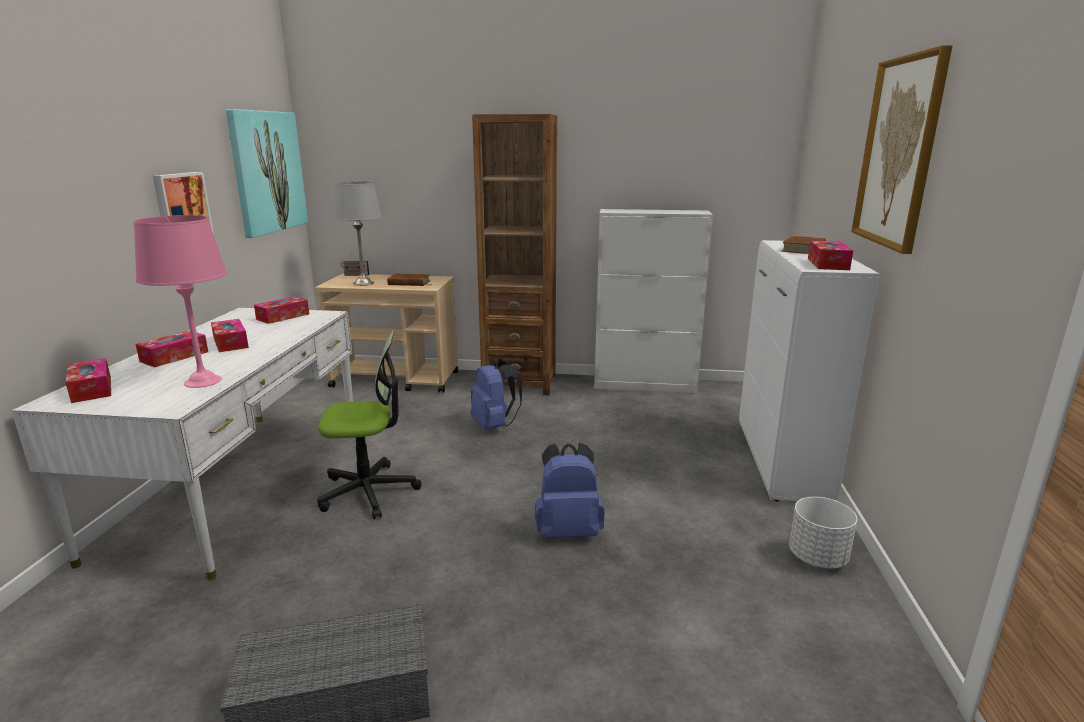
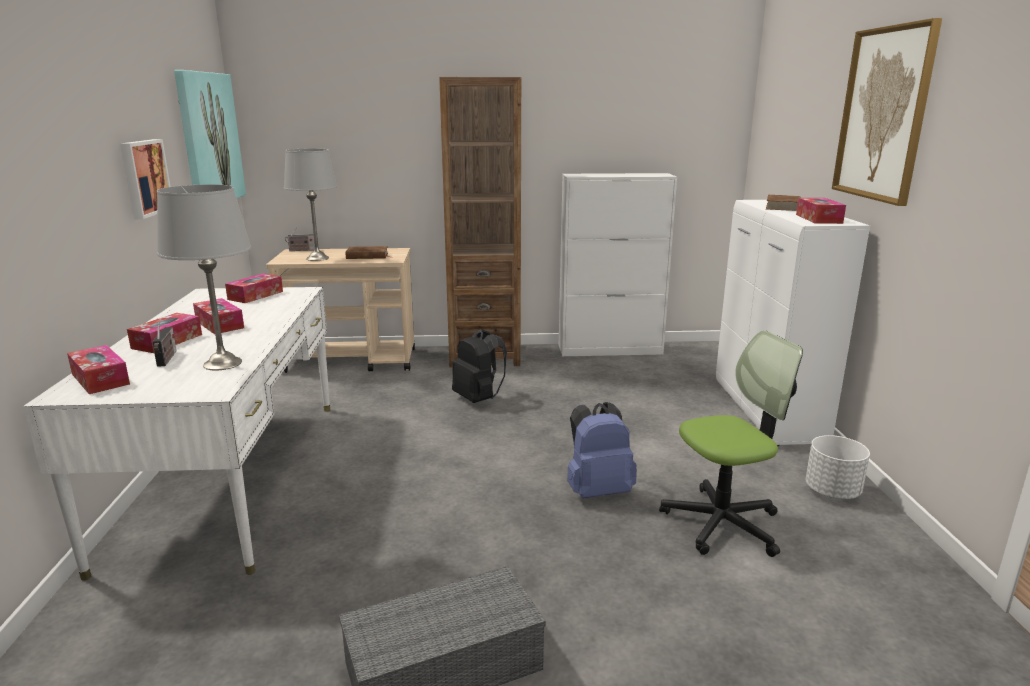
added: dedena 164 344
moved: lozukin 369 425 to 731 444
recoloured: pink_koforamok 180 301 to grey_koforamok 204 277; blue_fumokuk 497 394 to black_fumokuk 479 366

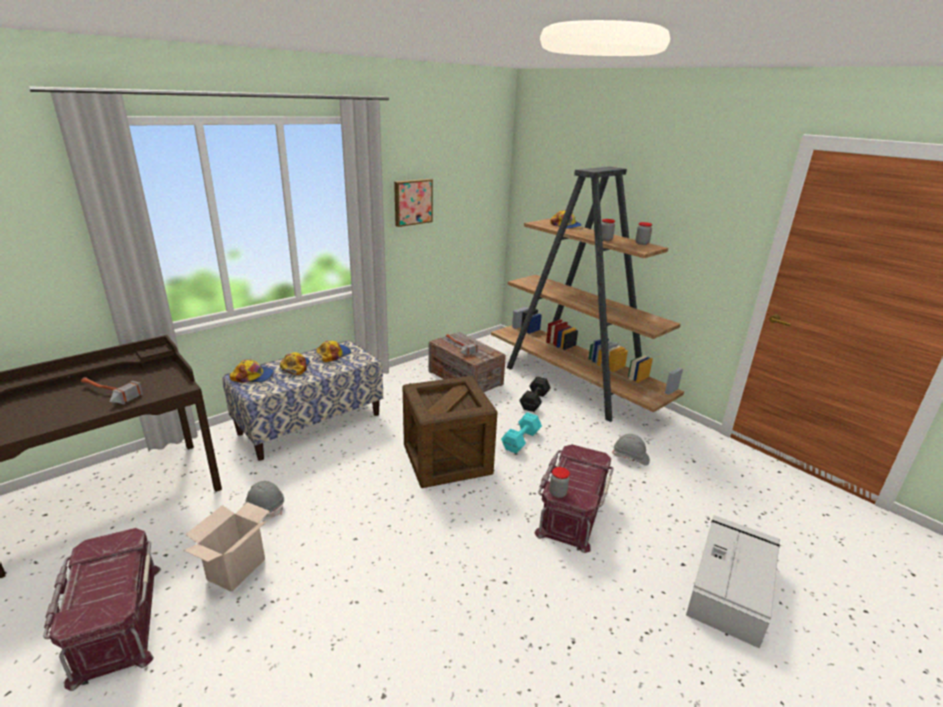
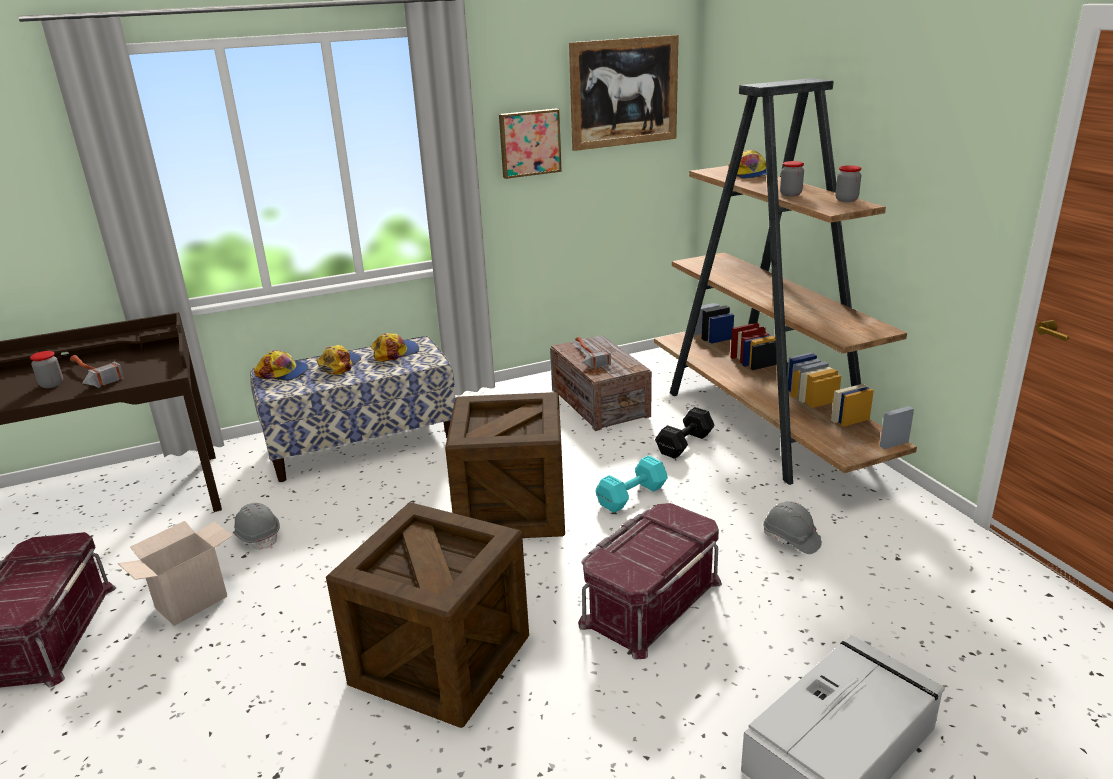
added: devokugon 624 93; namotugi 427 615
moved: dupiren 559 482 to 46 369

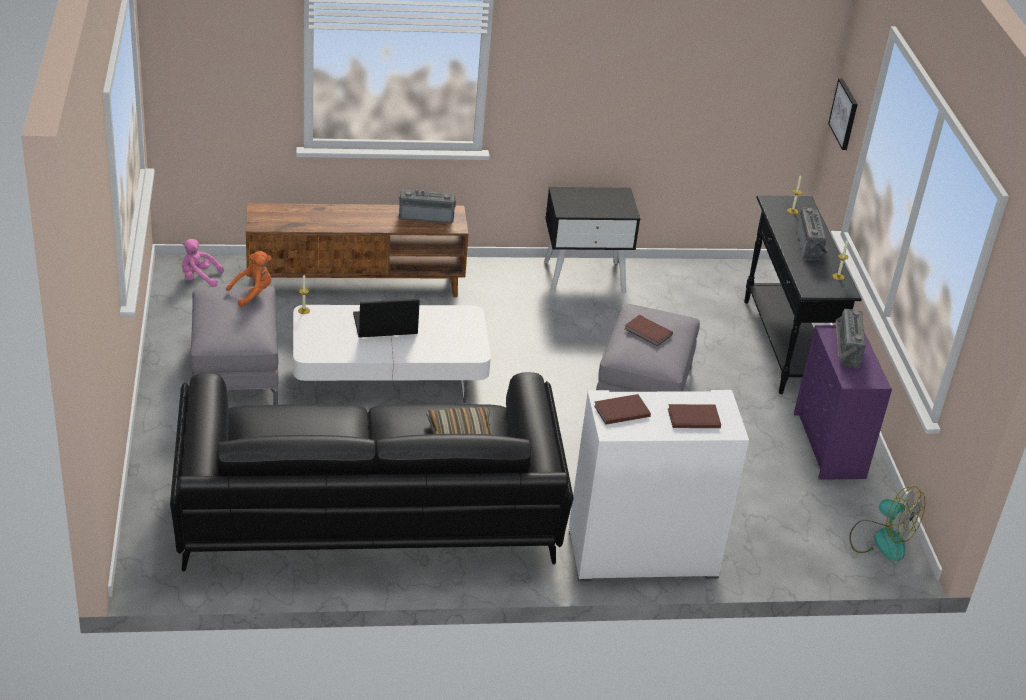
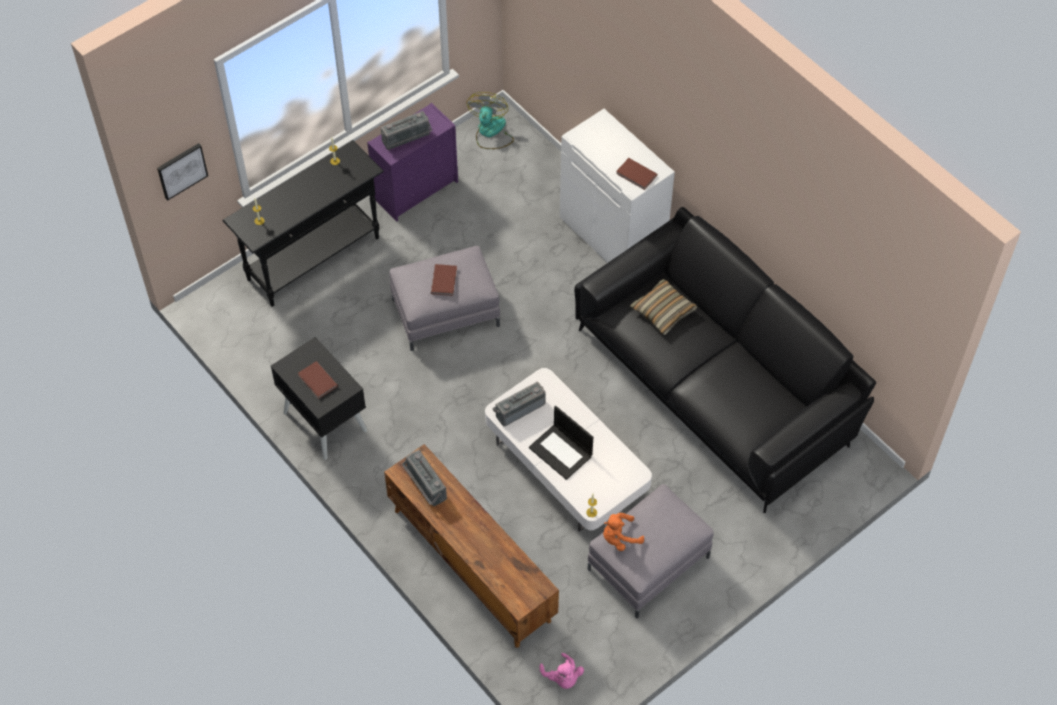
moved: dedena 812 234 to 519 404; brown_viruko 694 416 to 318 380
turned: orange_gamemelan 249 279 = 623 532 45 degrees counterclockwise

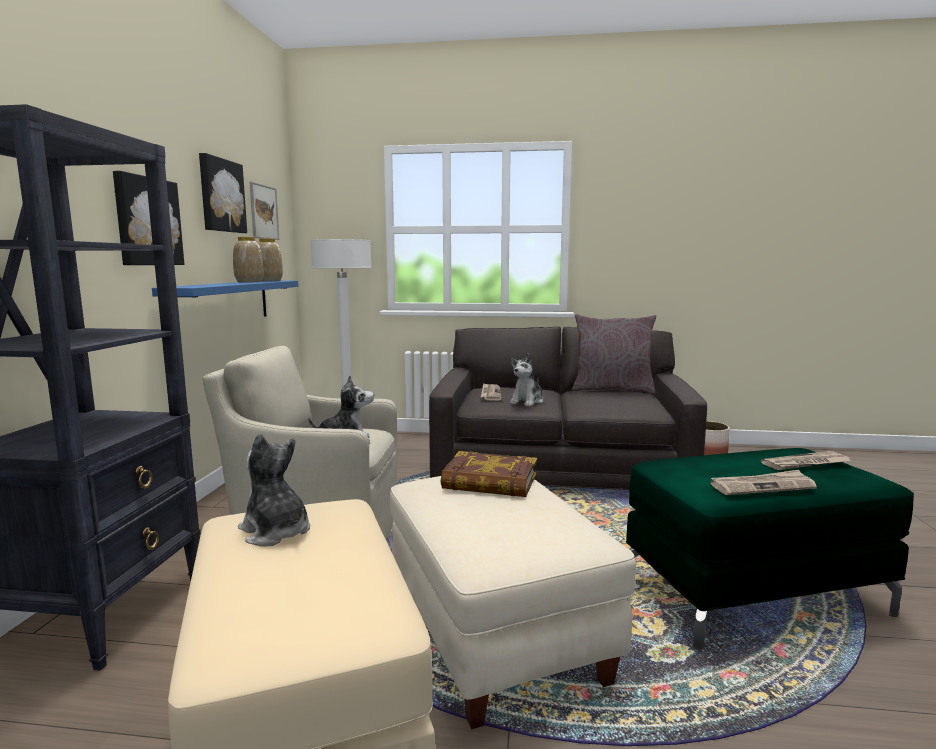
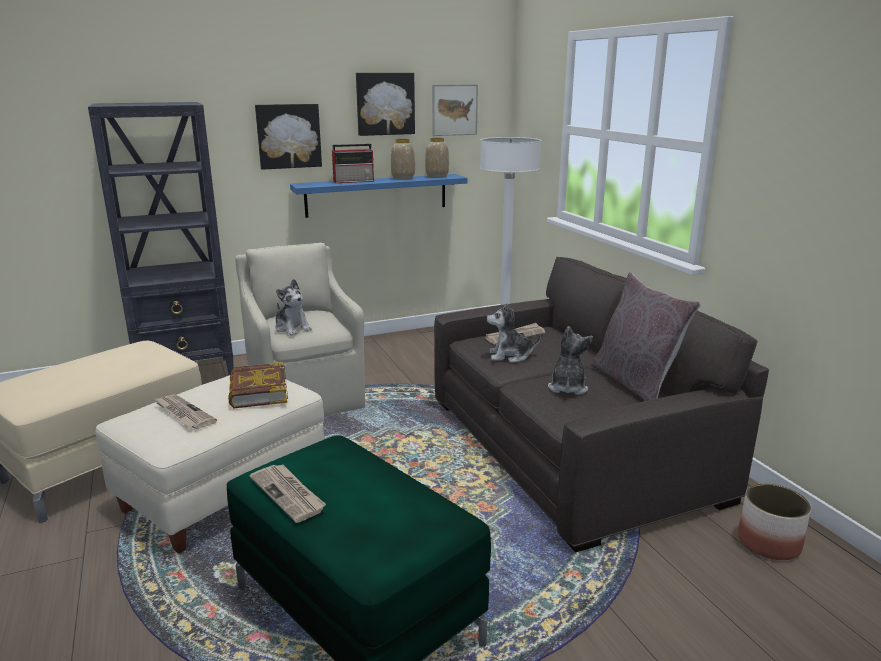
added: dedena 353 163
moved: gamemelan 274 489 to 570 360; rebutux 806 460 to 186 412

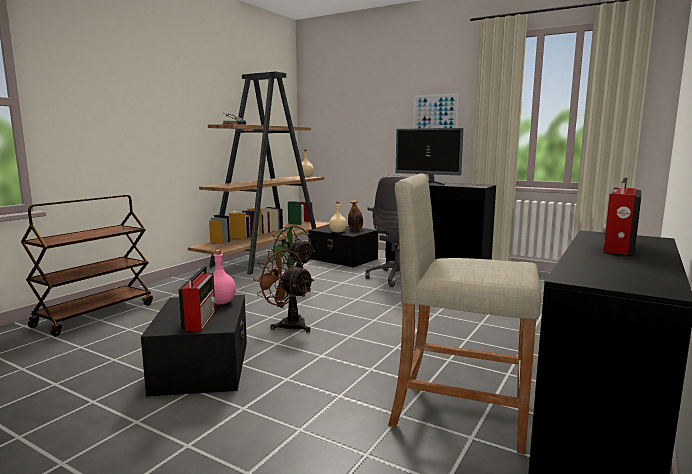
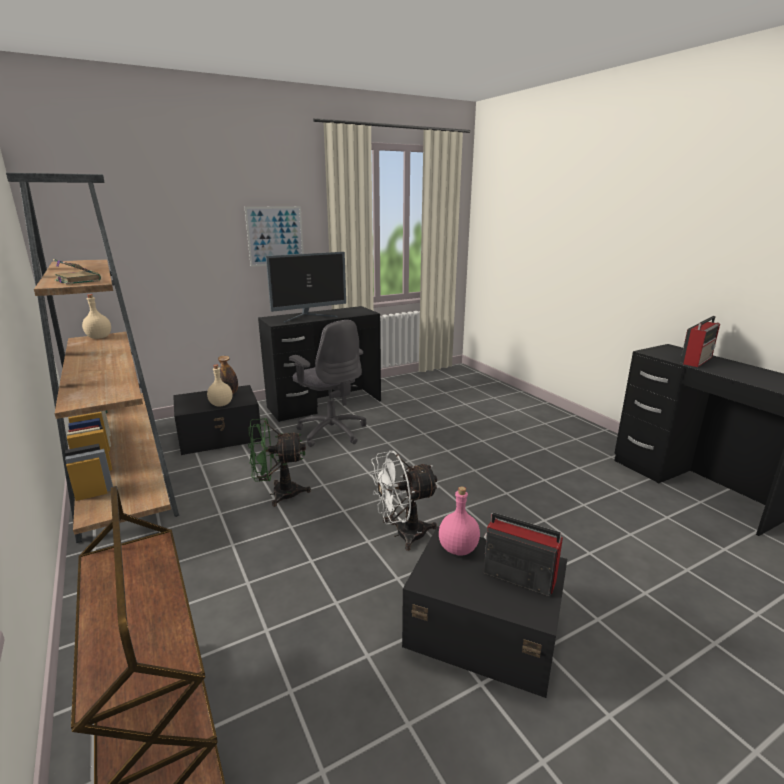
removed: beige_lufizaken 464 314
recoloured: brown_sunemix 283 290 to white_sunemix 404 501
turned: dedena 622 216 = 700 341 105 degrees counterclockwise

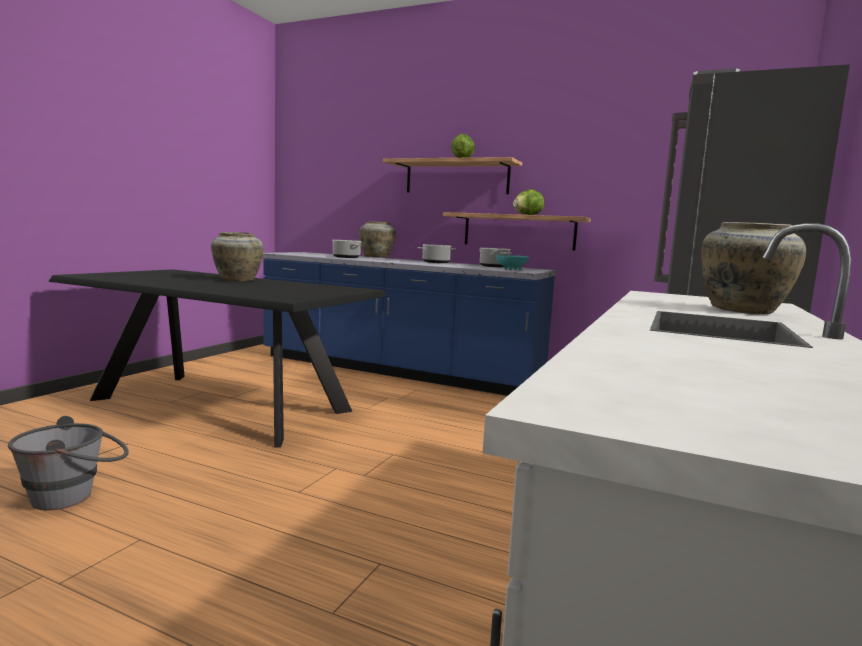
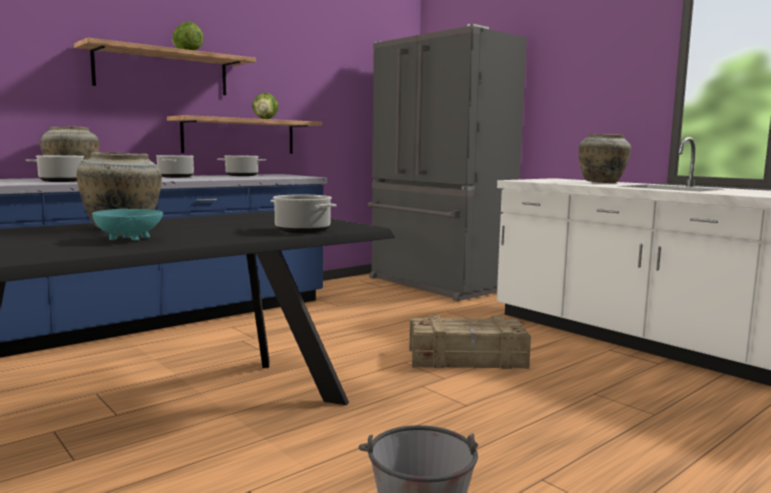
added: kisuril 303 214; namotugi 470 342
moved: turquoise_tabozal 512 262 to 127 225

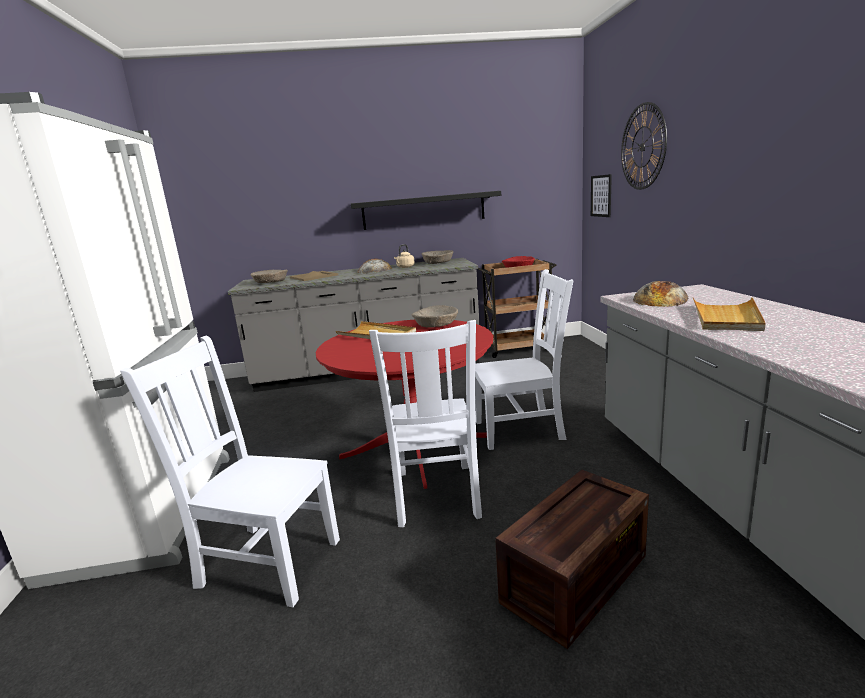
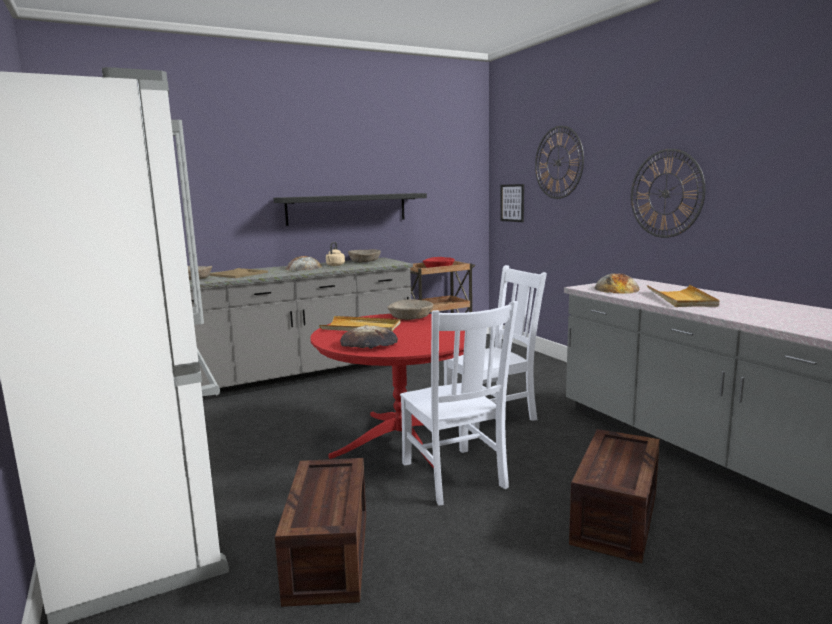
added: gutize 668 193; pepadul 369 337
replaced: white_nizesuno 230 471 to namotugi 320 532

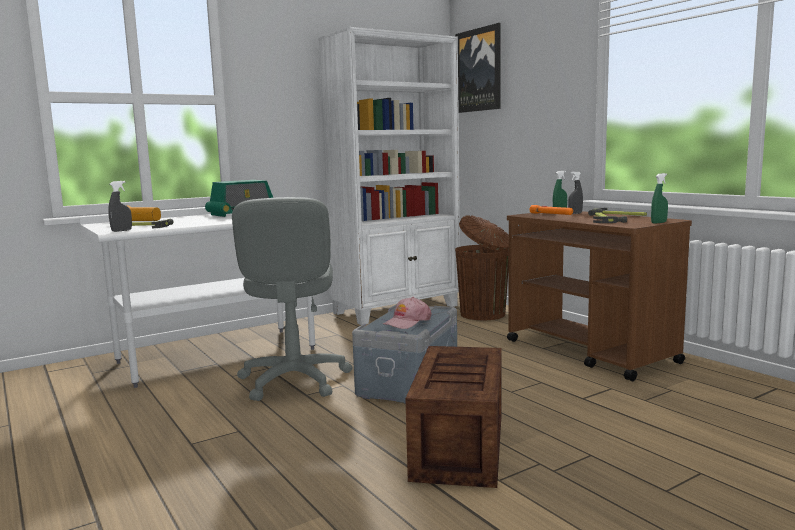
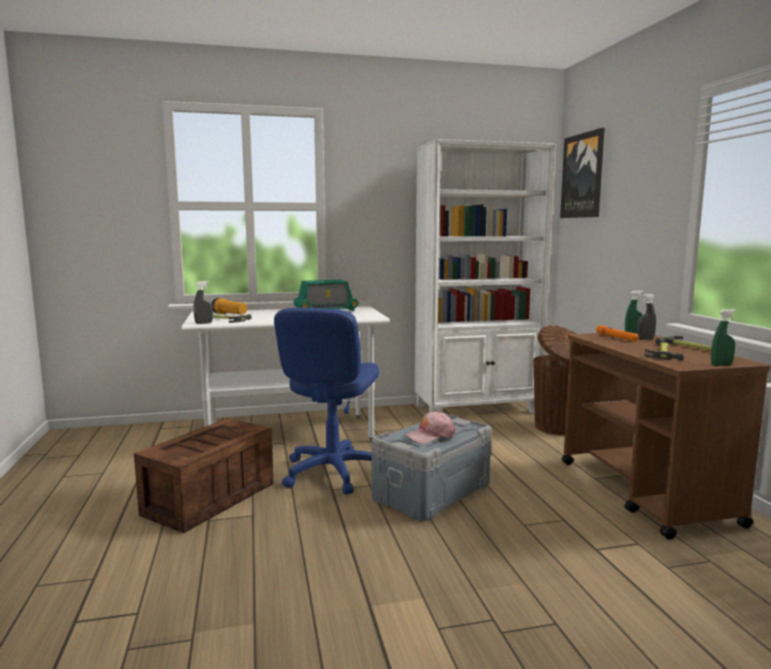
moved: namotugi 453 417 to 204 475
recoloured: grey_lozukin 292 299 to blue_lozukin 327 401

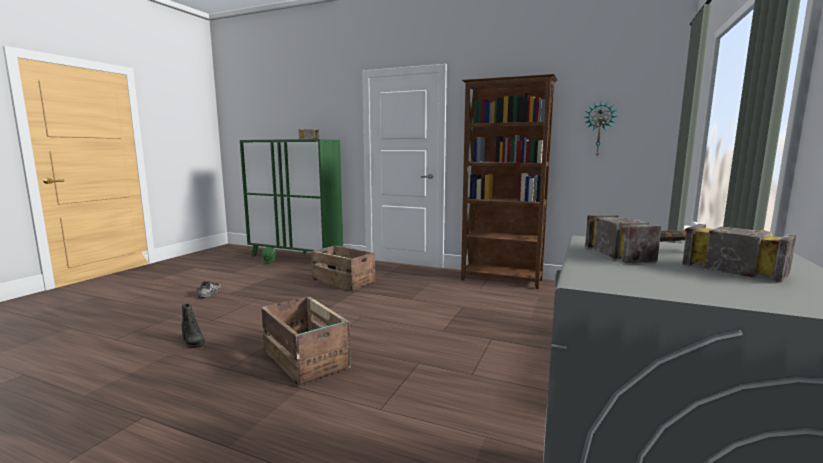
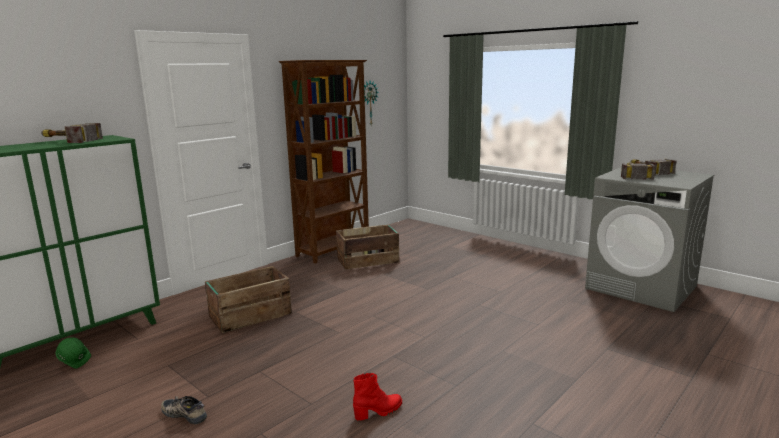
moved: namotugi 306 341 to 367 247
recoloured: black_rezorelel 193 326 to red_rezorelel 377 397

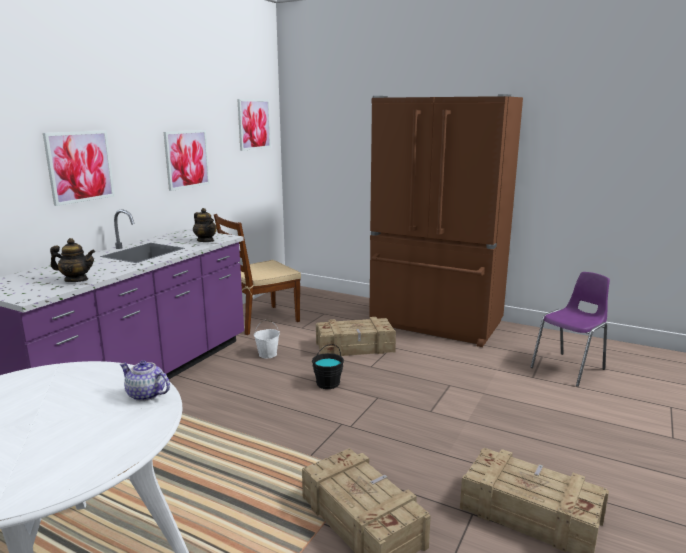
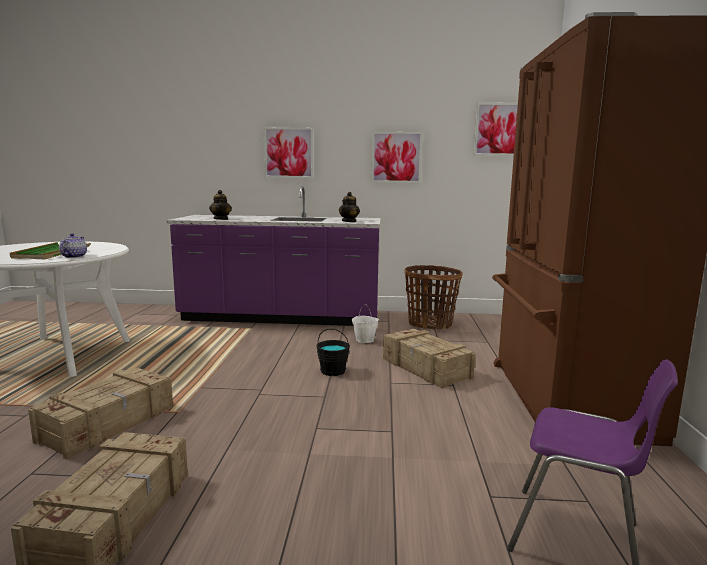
added: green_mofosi 50 250
replaced: brown_nizesuno 257 274 to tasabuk 433 297

